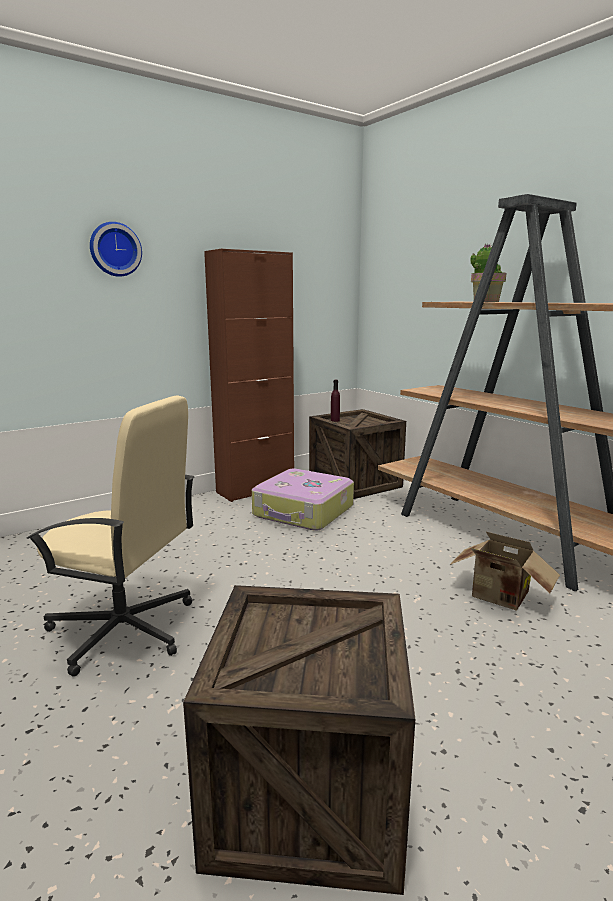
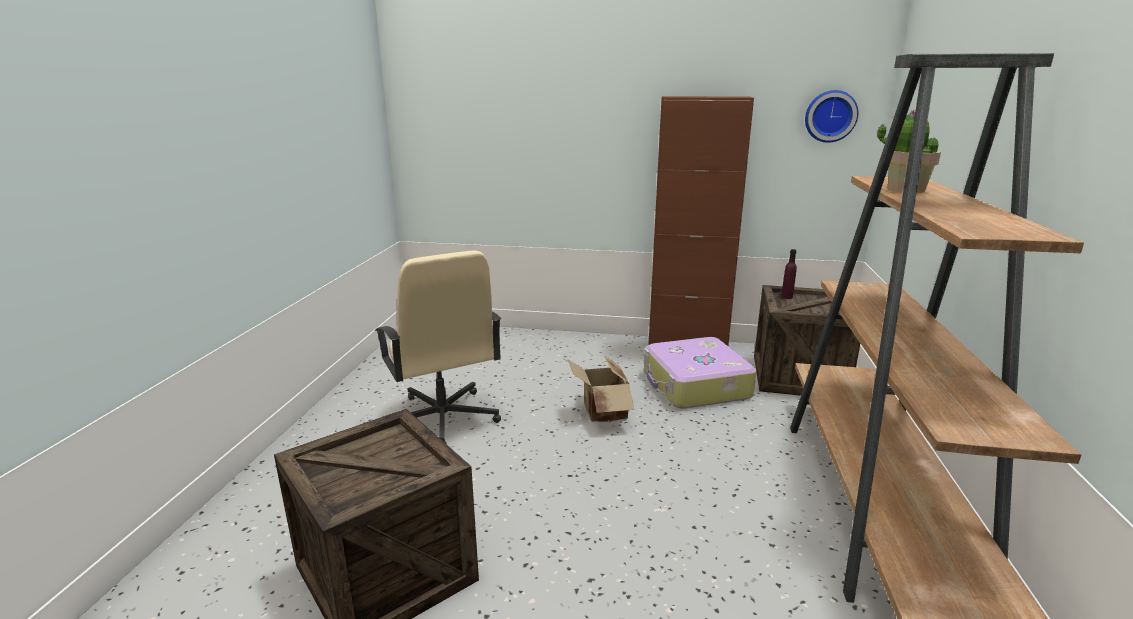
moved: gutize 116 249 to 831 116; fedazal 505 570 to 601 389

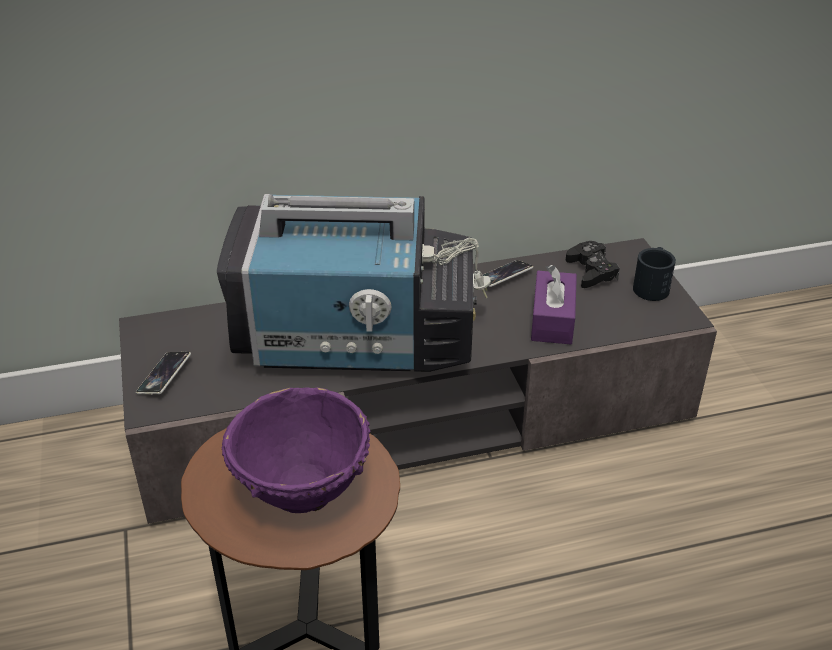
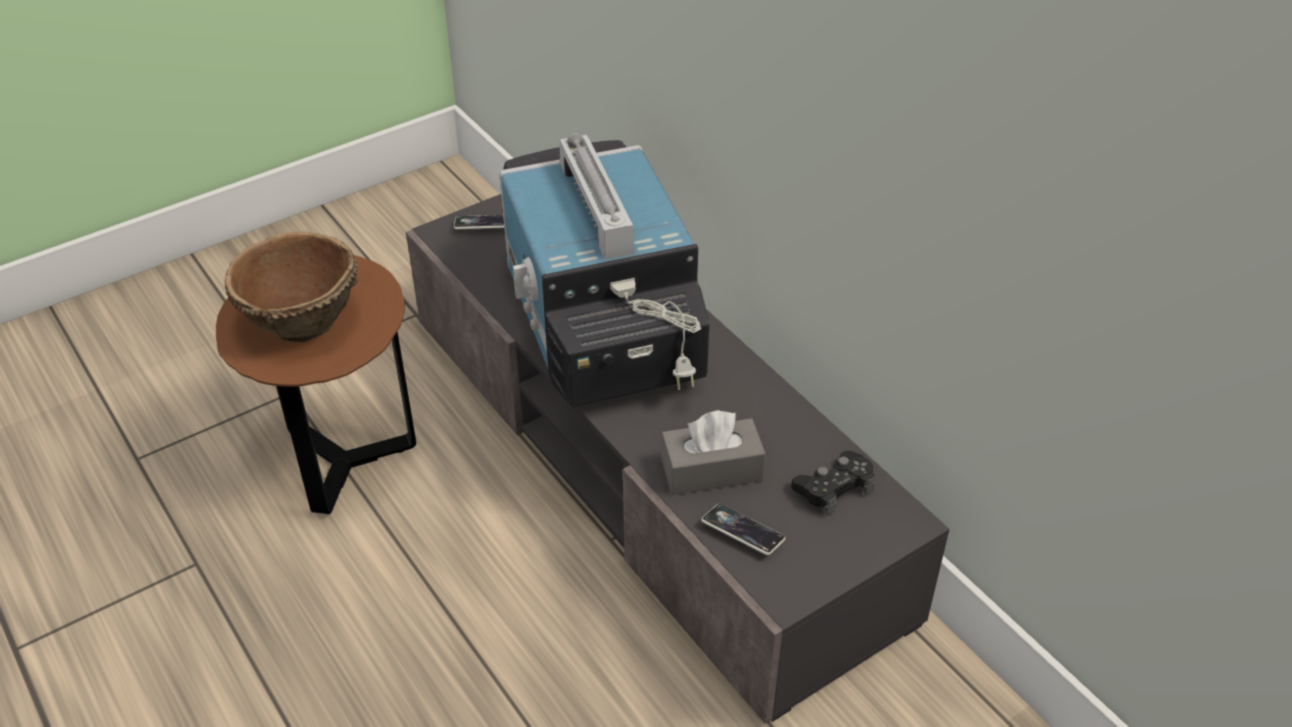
removed: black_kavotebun 654 274
moved: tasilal 503 273 to 743 529
recoloured: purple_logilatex 554 304 to grey_logilatex 713 452; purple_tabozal 296 450 to brown_tabozal 291 287

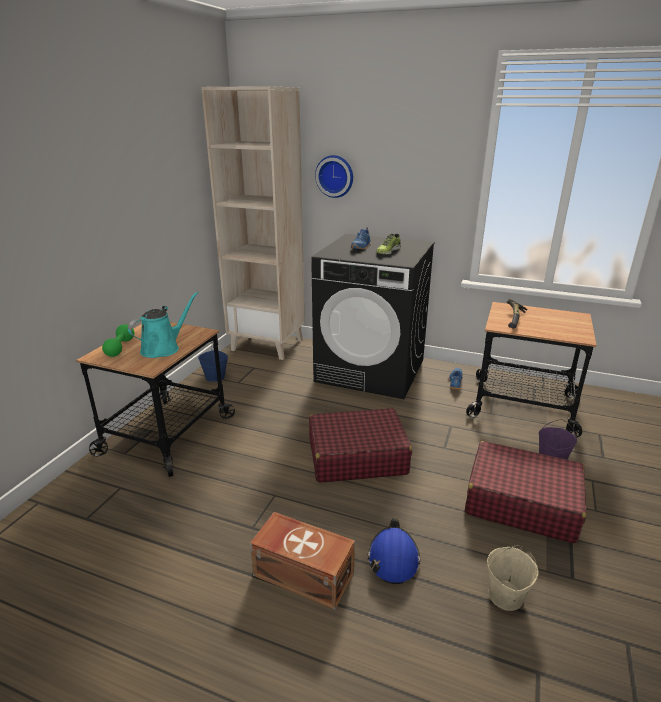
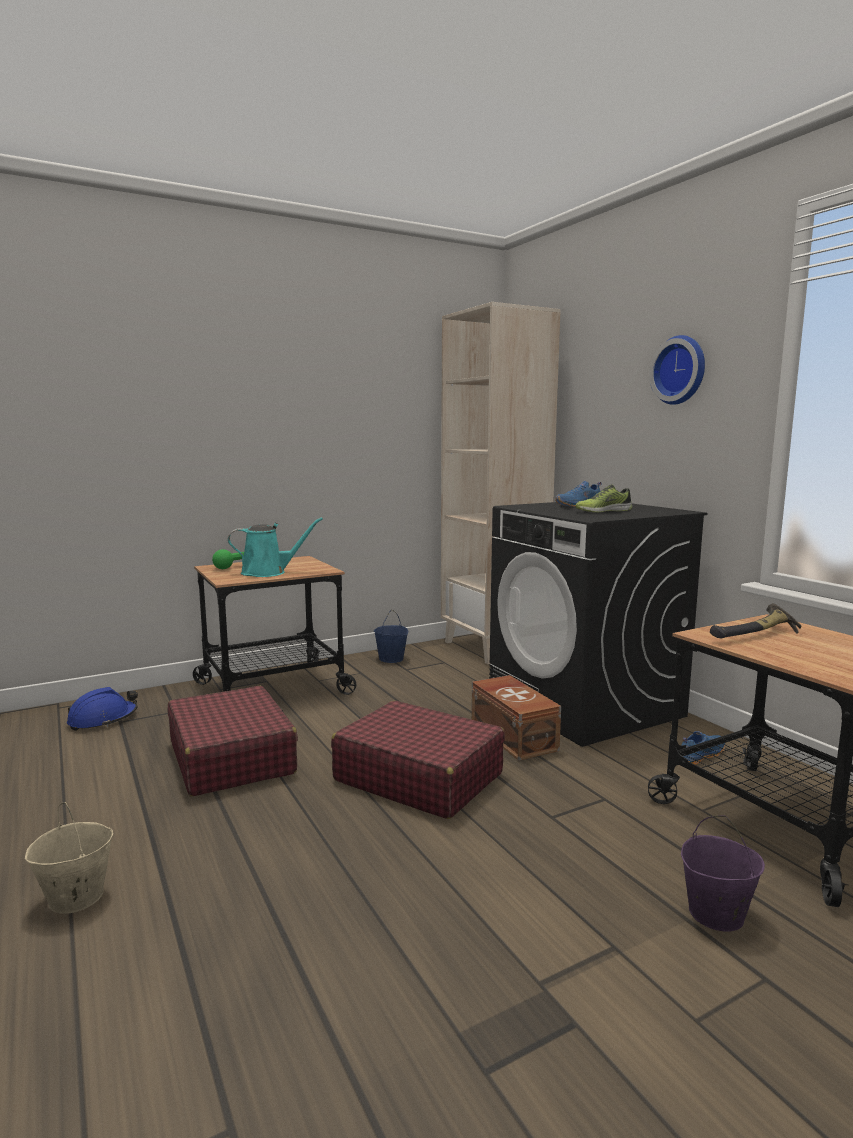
moved: gutize 334 176 to 677 370; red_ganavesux 526 492 to 233 741; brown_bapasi 302 561 to 516 717; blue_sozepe 394 551 to 102 709; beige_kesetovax 512 578 to 69 858

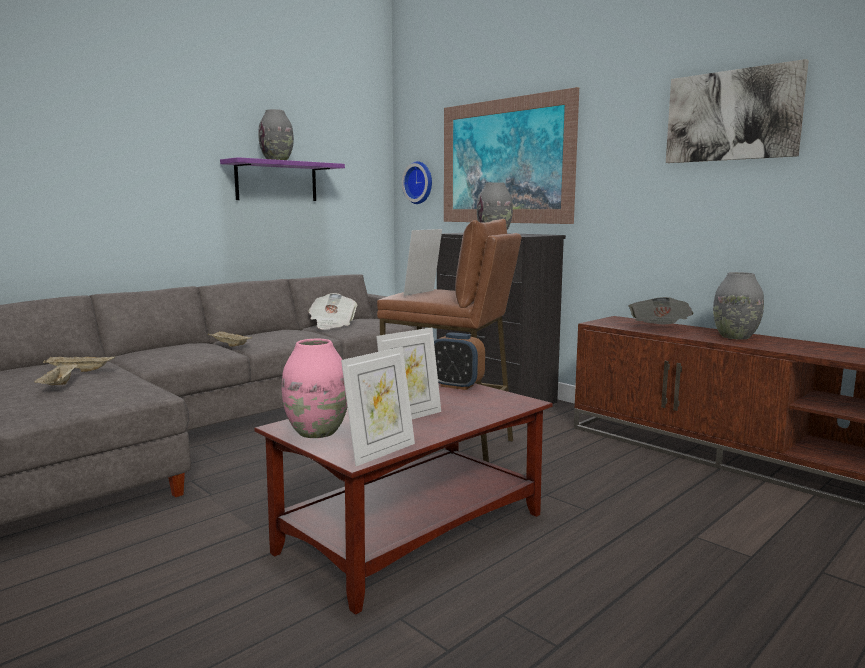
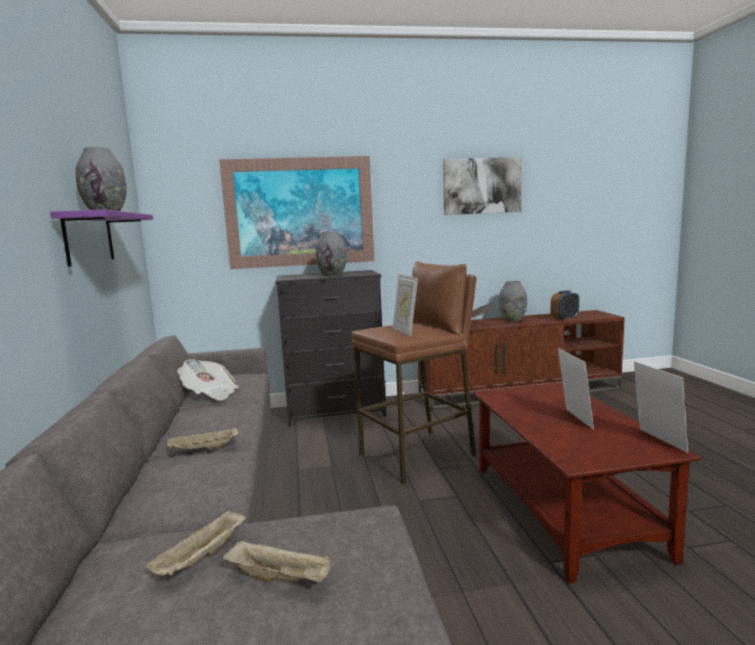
removed: gutize 417 182; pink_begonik 314 388
moved: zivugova 459 361 to 565 305

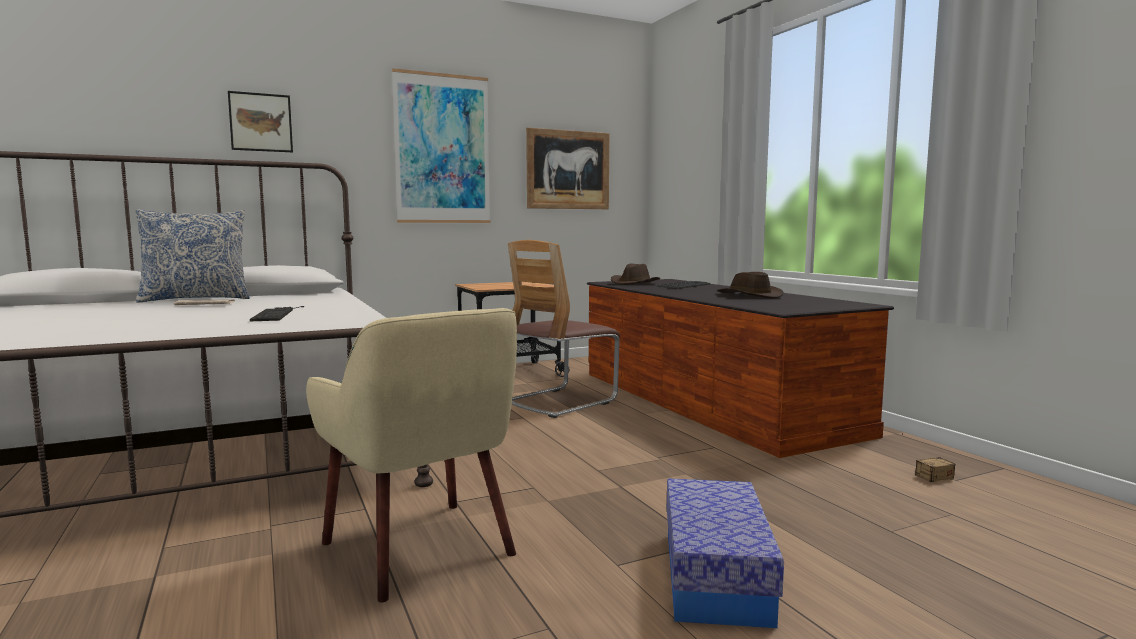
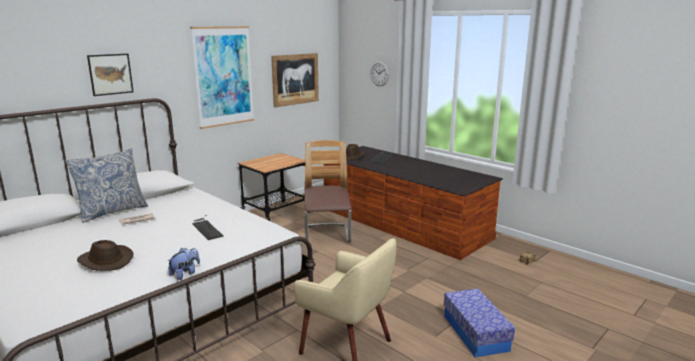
added: gutize 379 73; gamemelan 184 264
moved: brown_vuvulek 750 285 to 105 255
turned: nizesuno 564 329 = 327 191 150 degrees clockwise

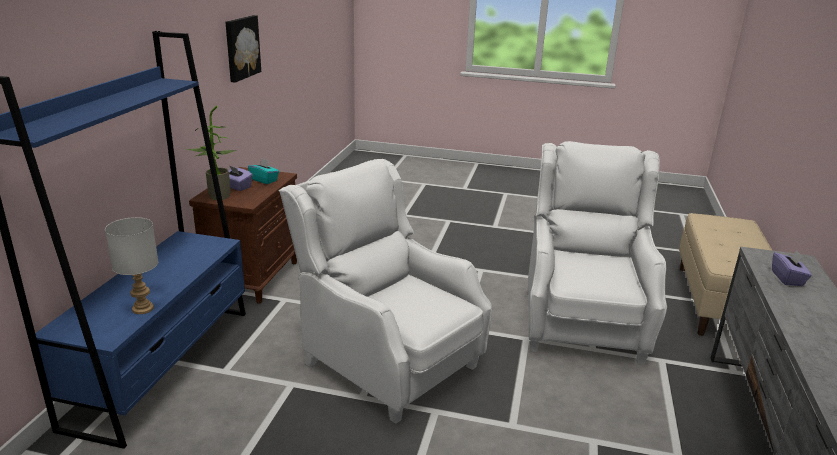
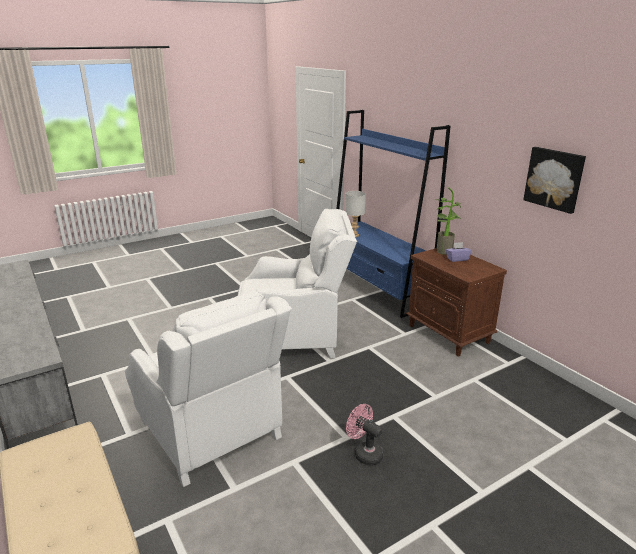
removed: turquoise_logilatex 263 171; purple_logilatex 792 268
added: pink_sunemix 365 435

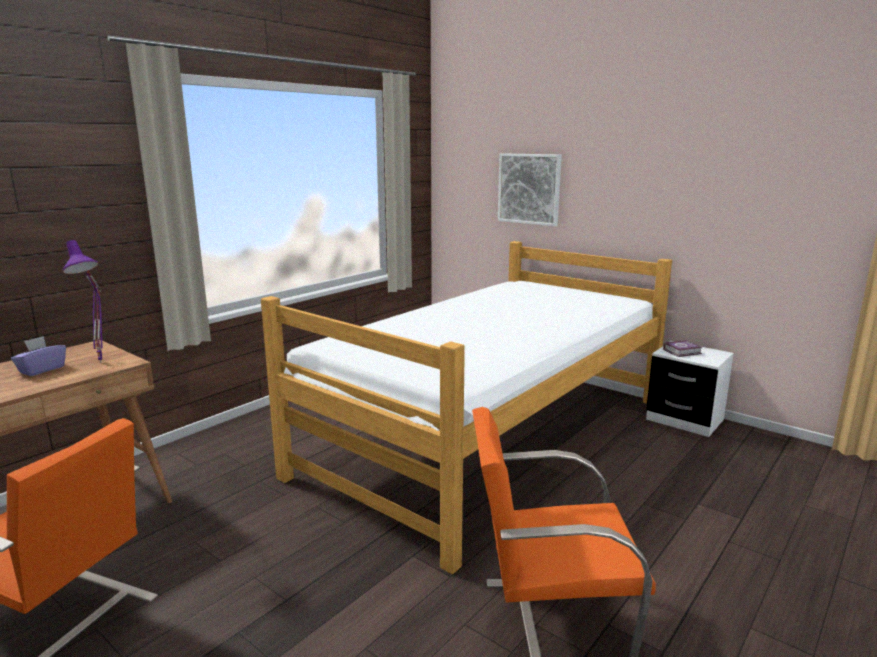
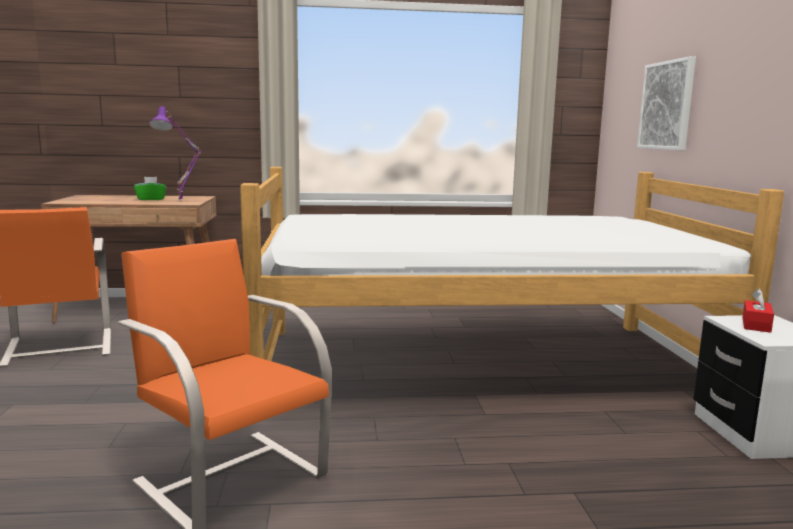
replaced: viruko 682 348 to red_logilatex 758 310
recoloured: purple_logilatex 38 356 to green_logilatex 150 188

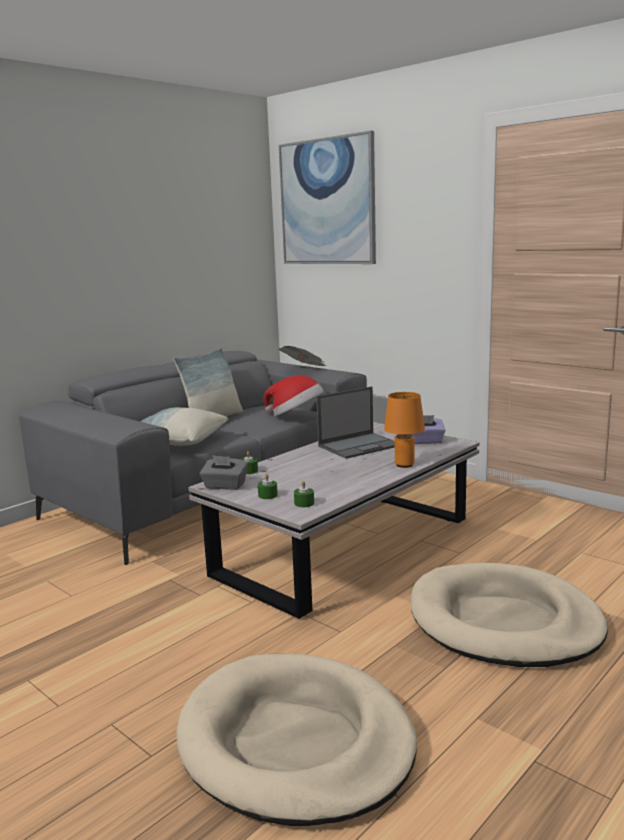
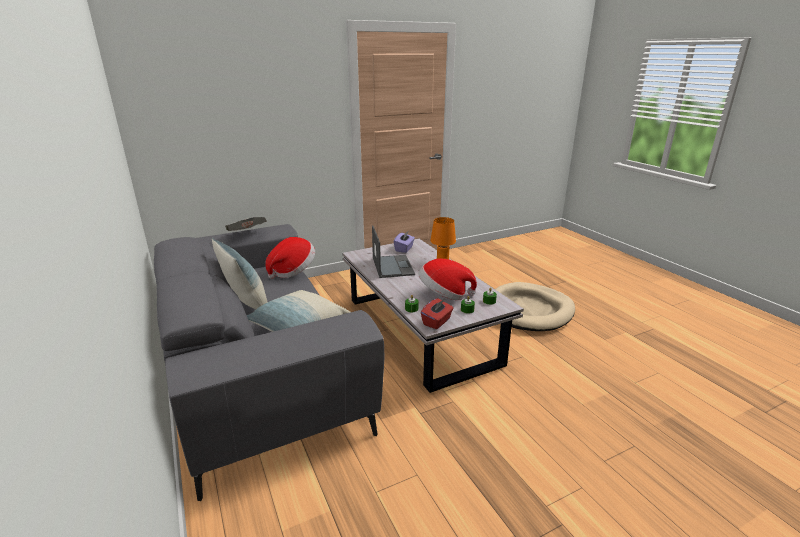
removed: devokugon 327 197; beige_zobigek 296 740
added: vuvulek 447 279
recoloured: grey_logilatex 224 472 to red_logilatex 437 313

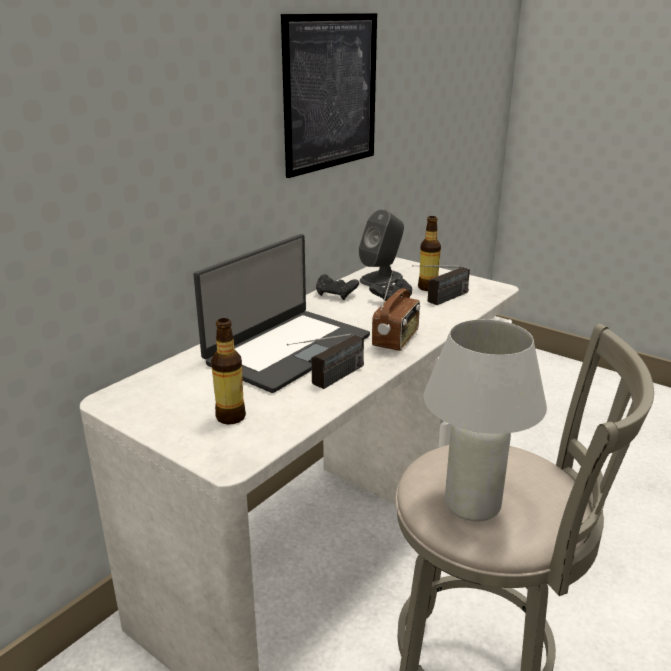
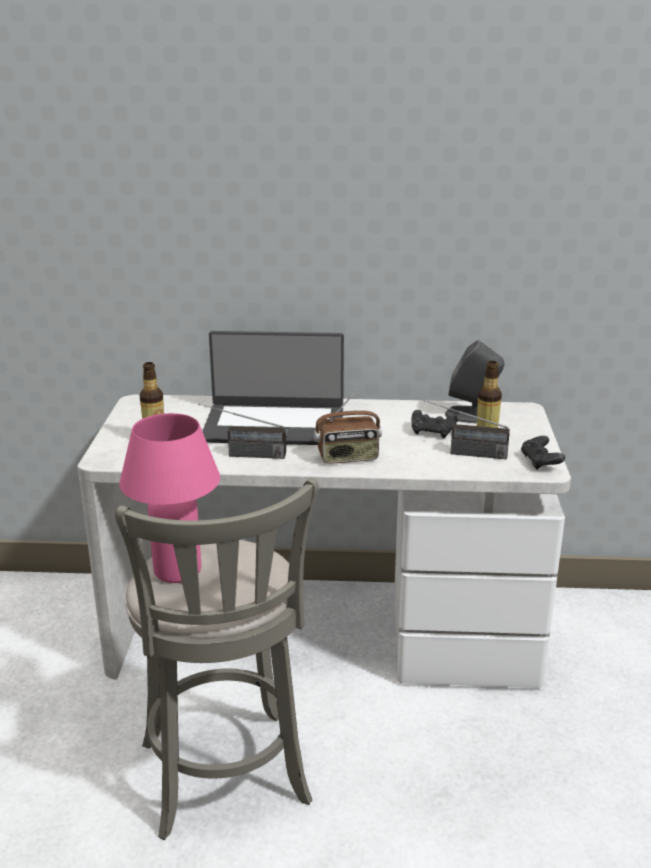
removed: devokugon 329 95
moved: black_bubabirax 337 287 to 543 453
recoloured: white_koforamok 485 420 to pink_koforamok 169 498

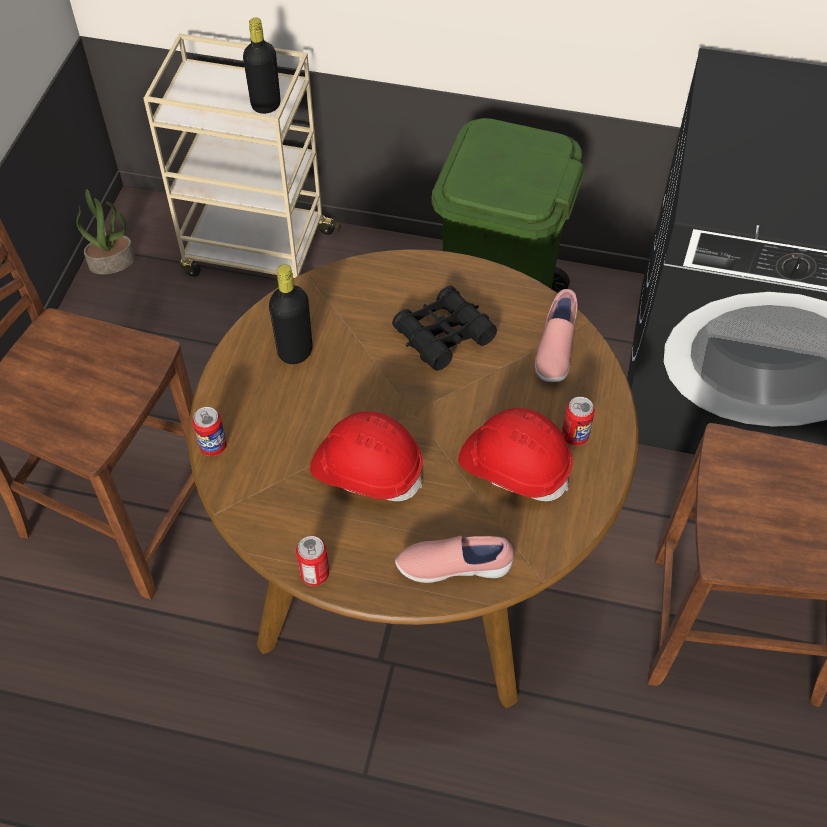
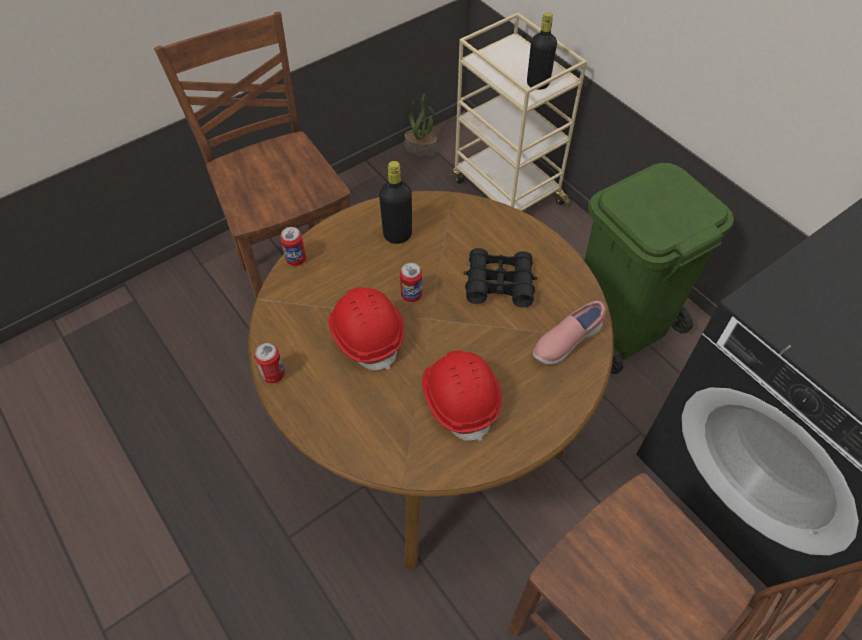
removed: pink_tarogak 454 559
moved: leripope 578 421 to 411 282

